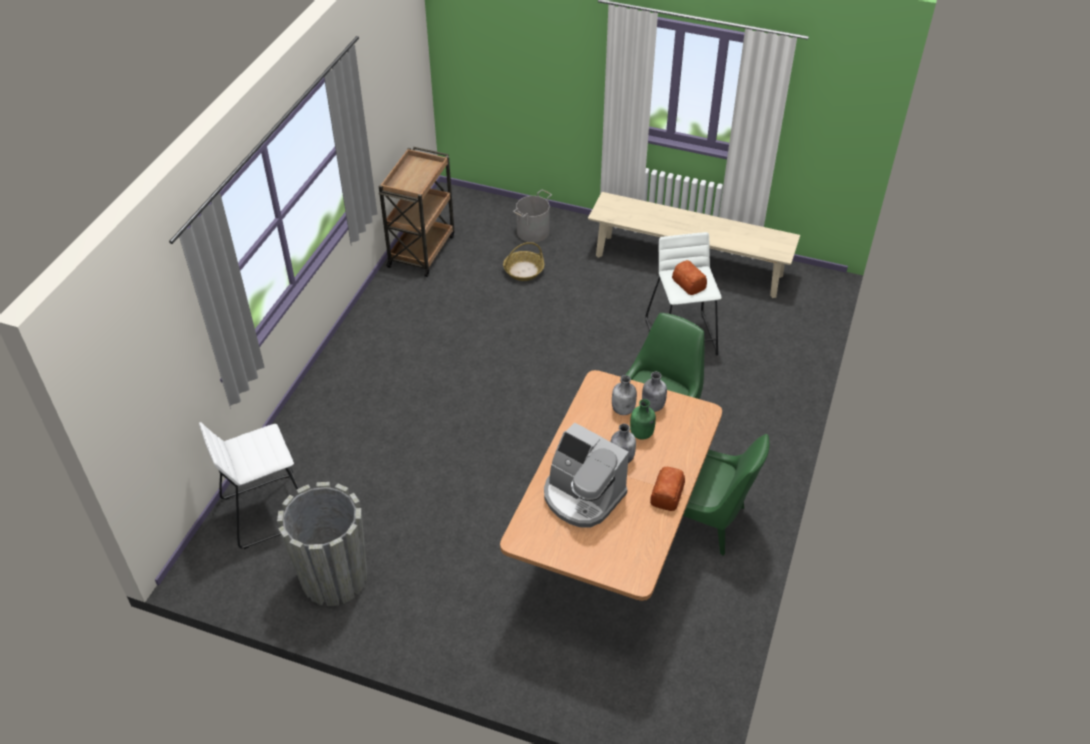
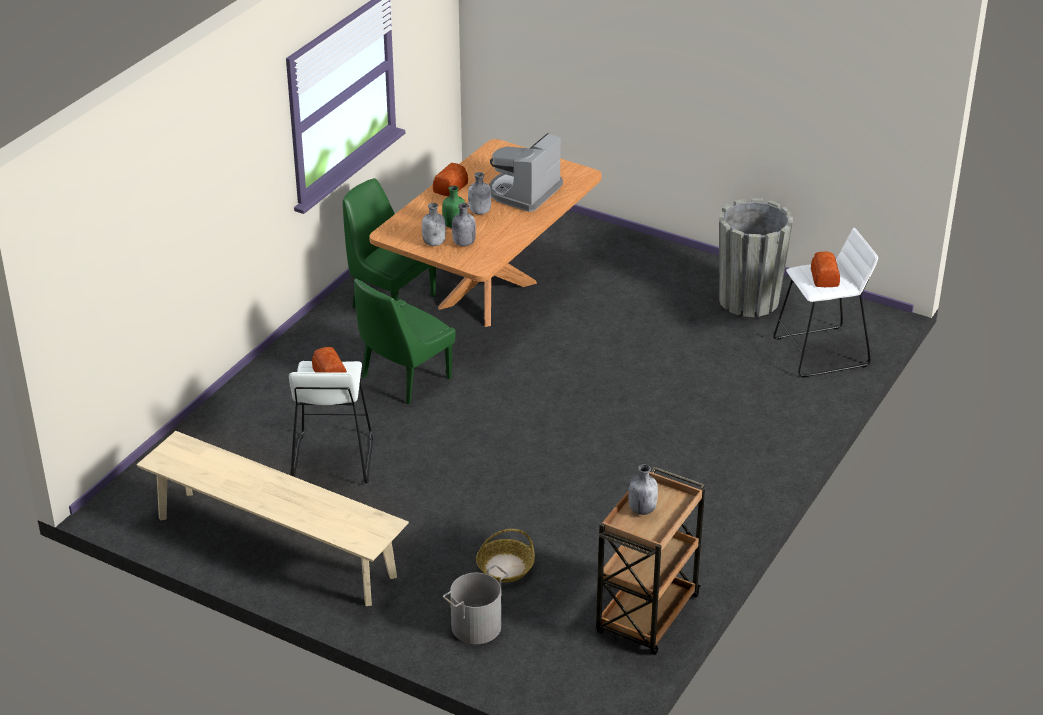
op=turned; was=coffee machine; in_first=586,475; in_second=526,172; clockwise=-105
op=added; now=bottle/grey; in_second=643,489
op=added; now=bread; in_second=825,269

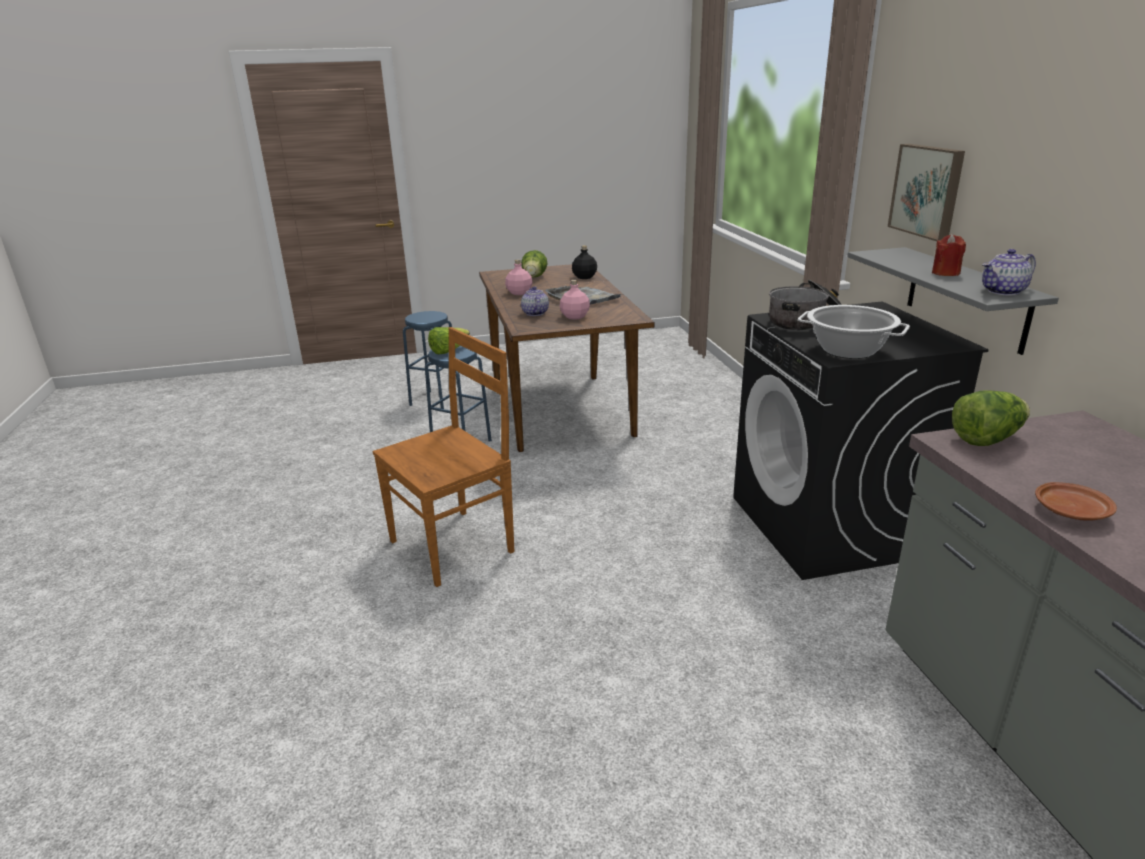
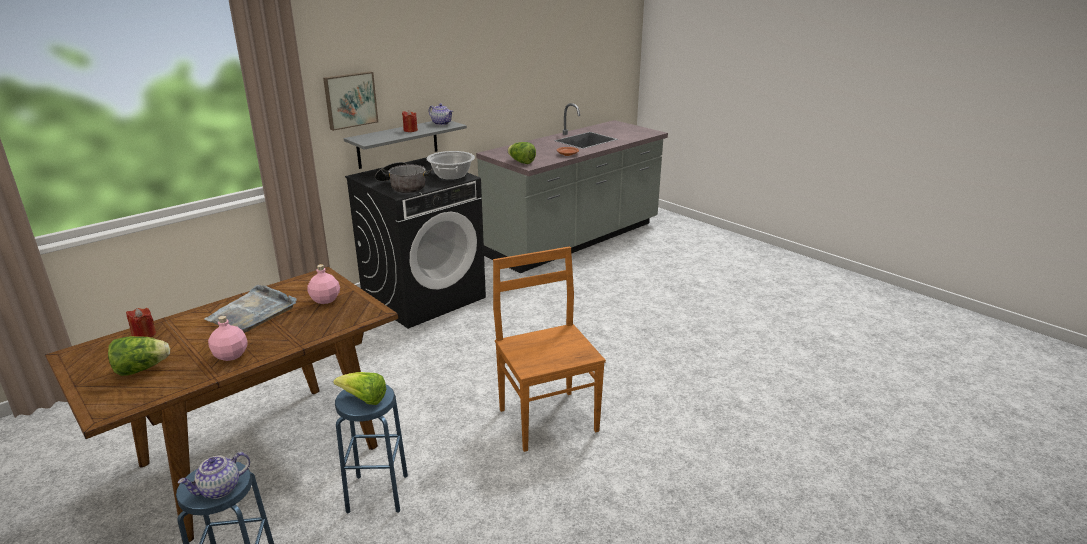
op=replaced; was=bottle/black; now=candle/red; in_first=584,262; in_second=141,323
op=moved; was=teapot; in_first=535,301; in_second=214,475
op=turned; was=chair/brown; in_first=444,457; in_second=549,349; clockwise=45

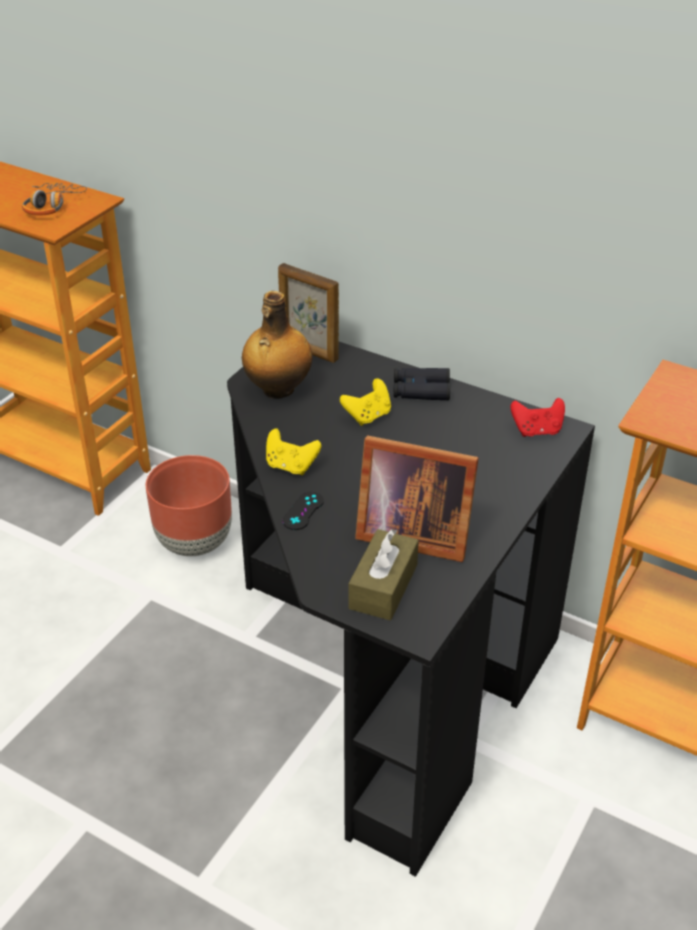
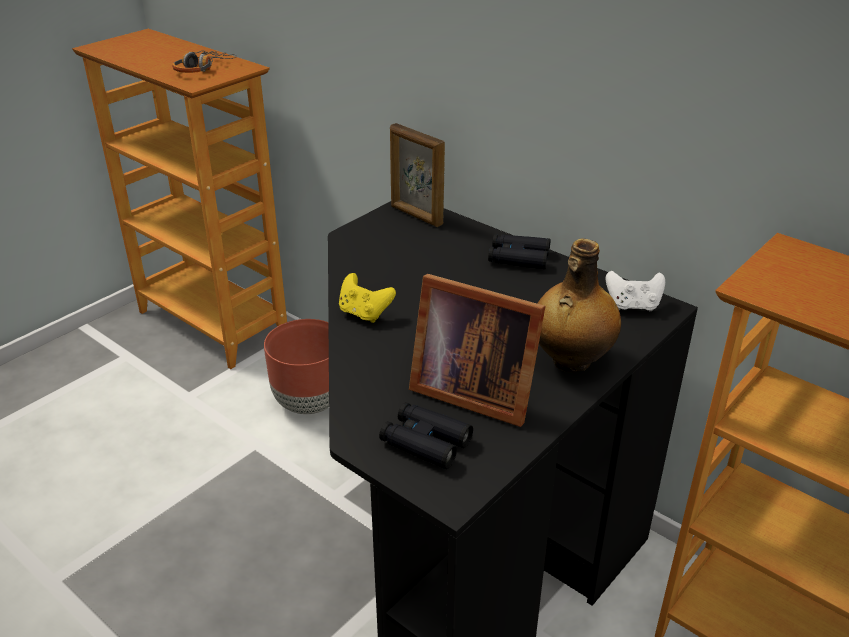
op=replaced; was=tissue box/brown; now=binoculars/black; in_first=384,574; in_second=426,435
op=moved; was=bottle; in_first=277,345; in_second=579,305
op=recoloured; was=game controller/red; now=game controller/white; in_first=537,417; in_second=635,291
op=removed; was=game controller/black; in_first=303,511
op=removed; was=game controller/yellow; in_first=365,402

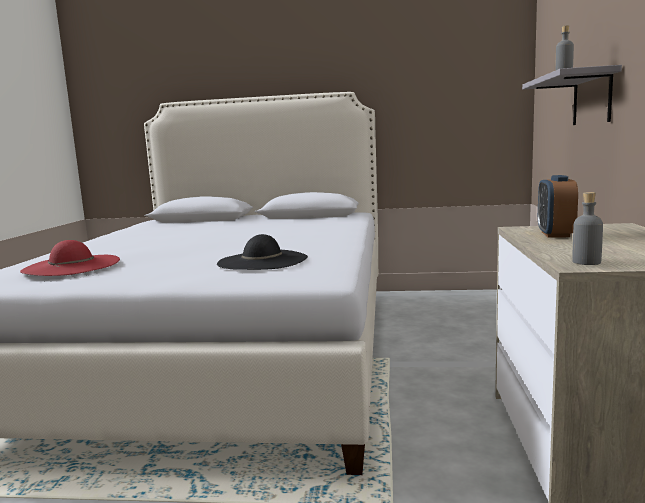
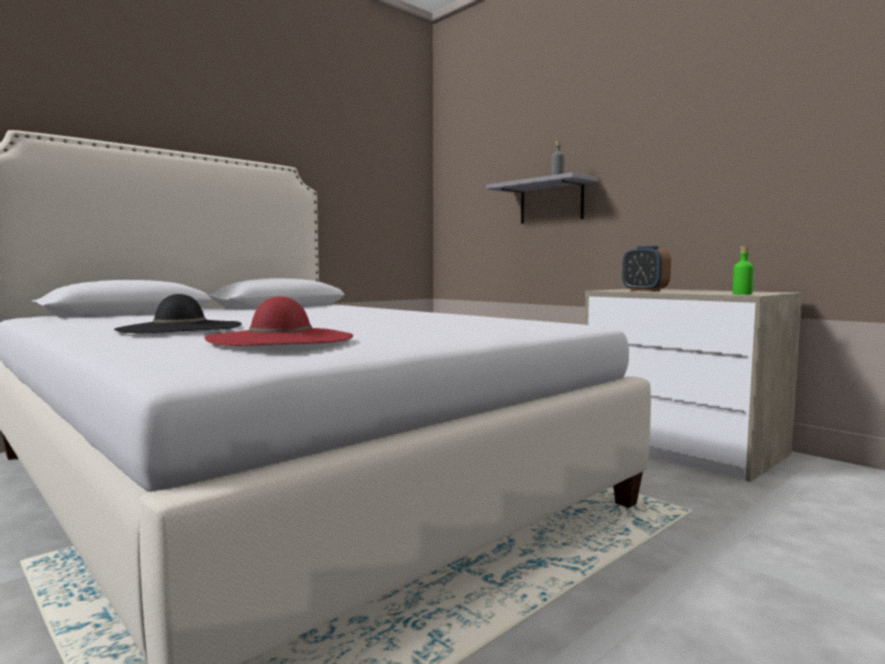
op=moved; was=hat/black; in_first=262,252; in_second=178,313
op=recoloured; was=bottle/grey; now=bottle/green; in_first=587,228; in_second=743,270

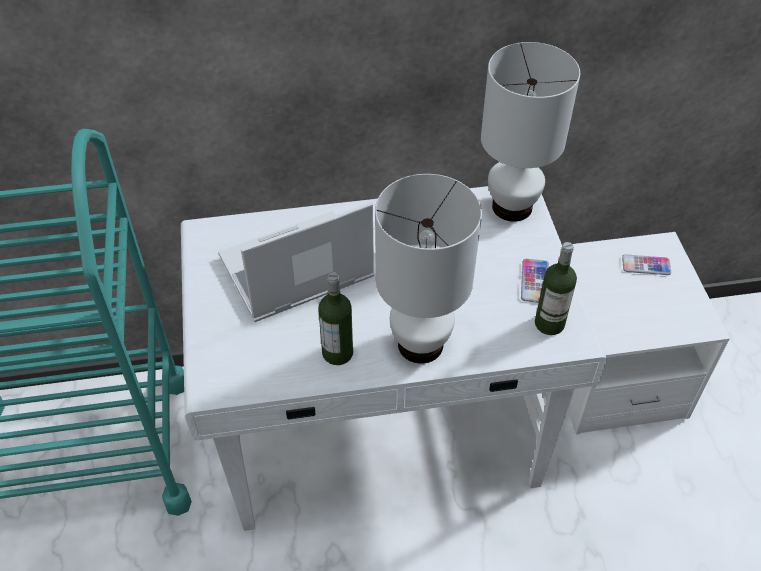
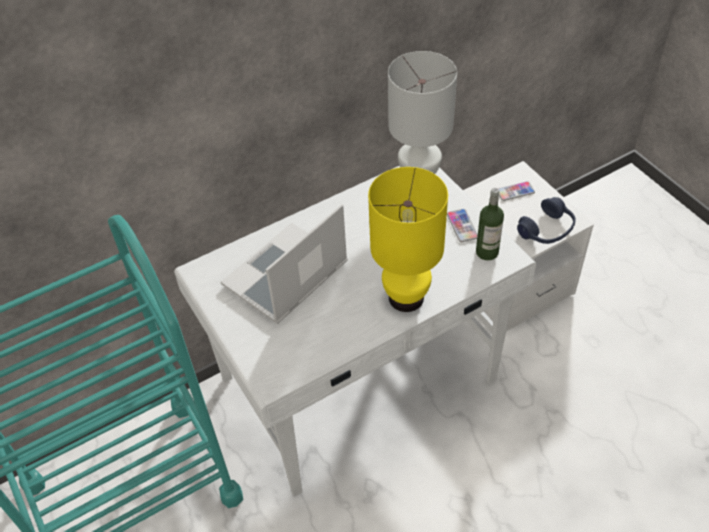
op=recoloured; was=table lamp/white; now=table lamp/yellow; in_first=428,269; in_second=408,239
op=added; now=headphones/blue; in_second=546,220
op=removed; was=bottle; in_first=335,318

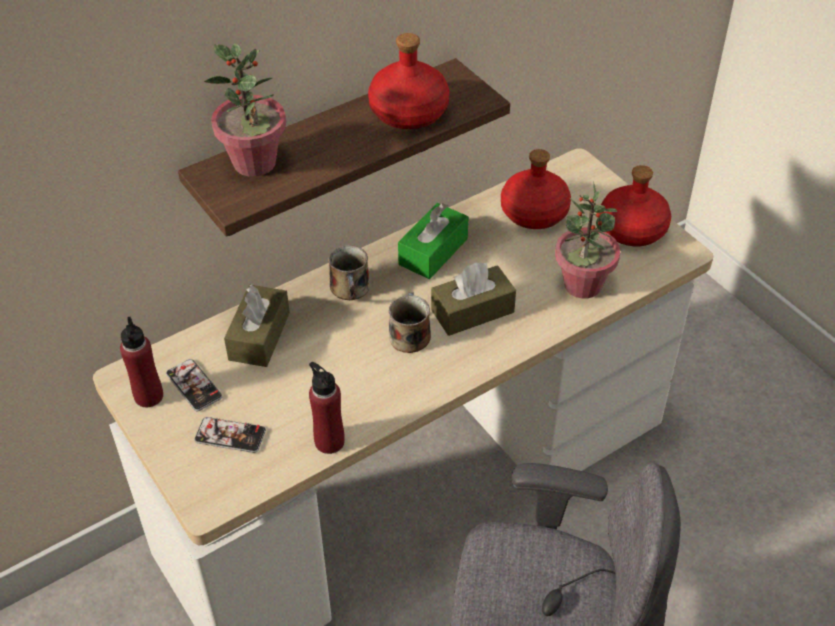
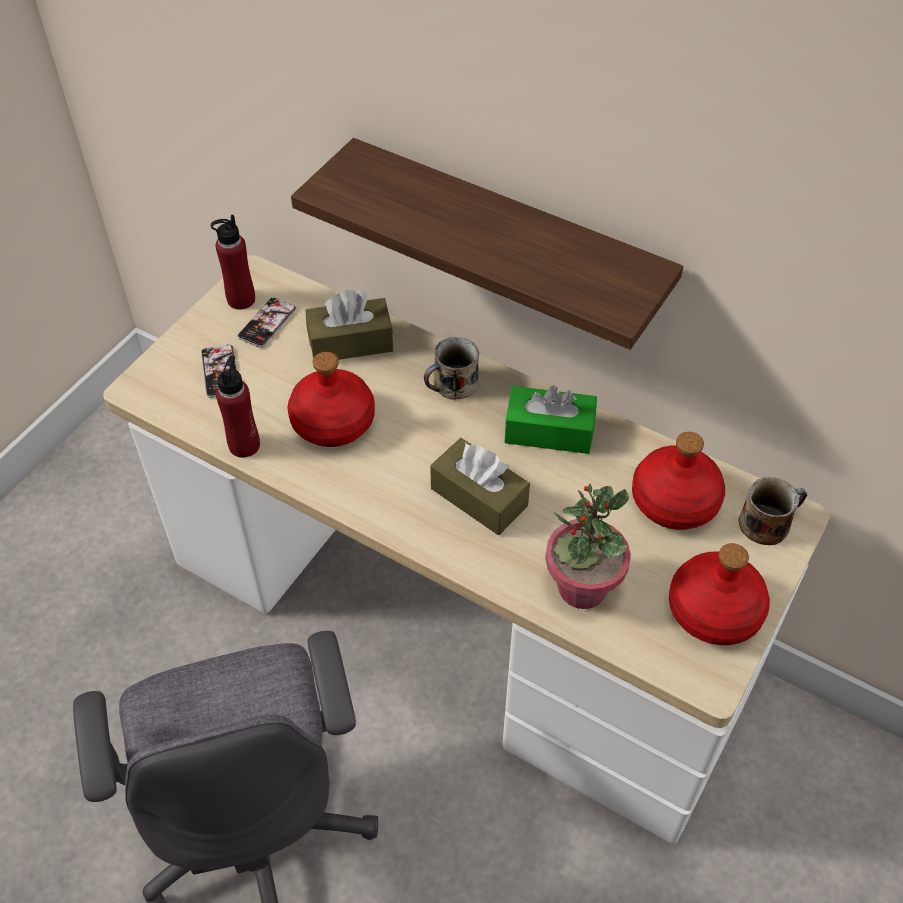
op=moved; was=bottle/red; in_first=408,81; in_second=331,399
op=moved; was=mug; in_first=410,322; in_second=773,511
op=removed; was=potted plant; in_first=245,110

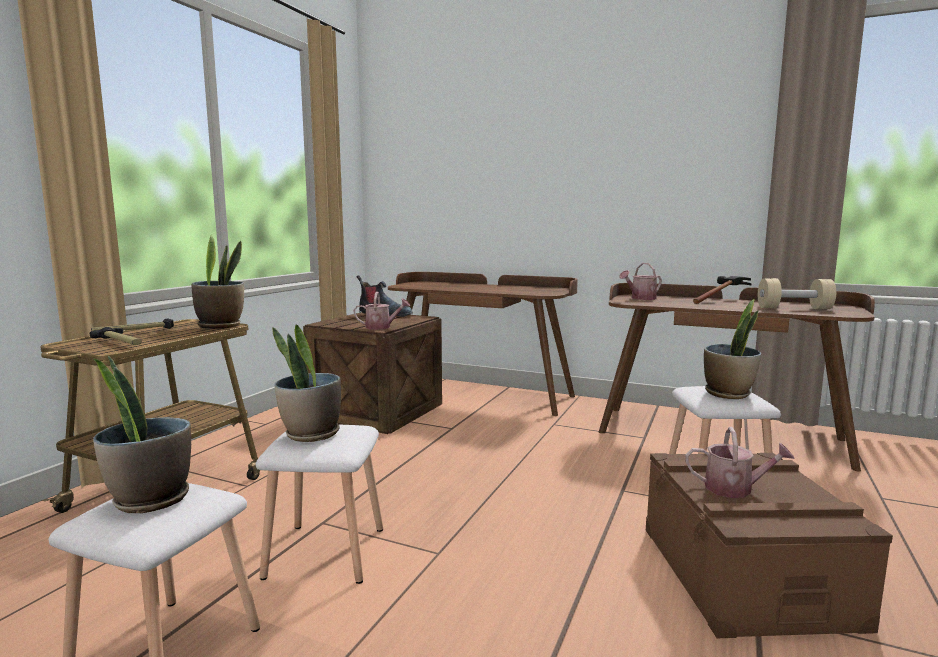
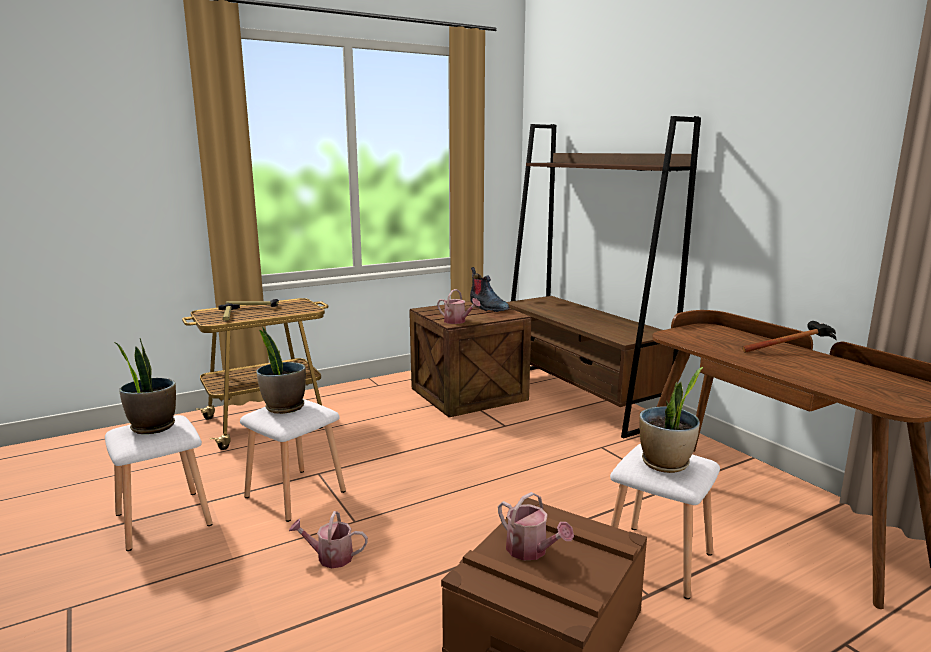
op=moved; was=watering can; in_first=640,281; in_second=328,540
op=replaced; was=desk/brown; now=bookcase/brown; in_first=483,344; in_second=604,277
op=removed; was=potted plant; in_first=217,282
op=removed; was=dumbbell/beige; in_first=797,293

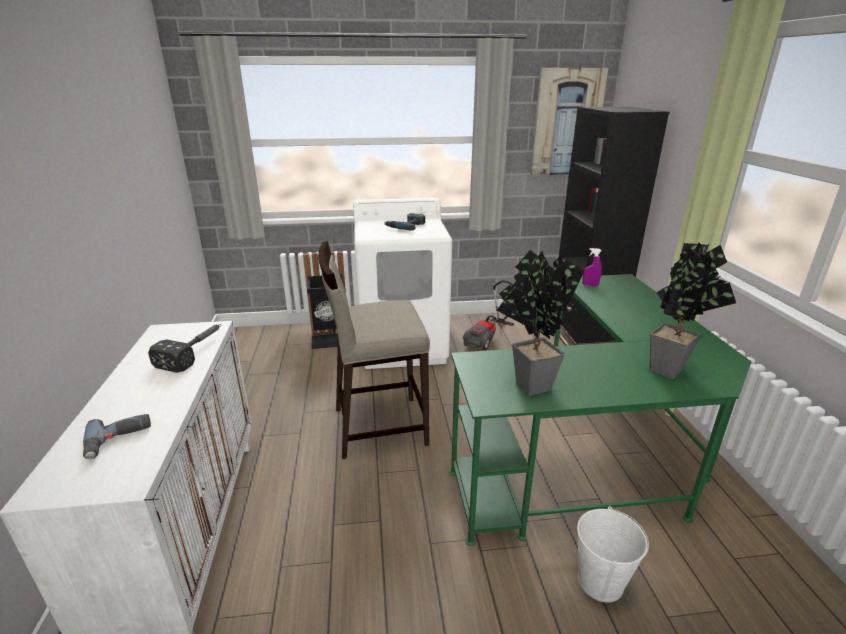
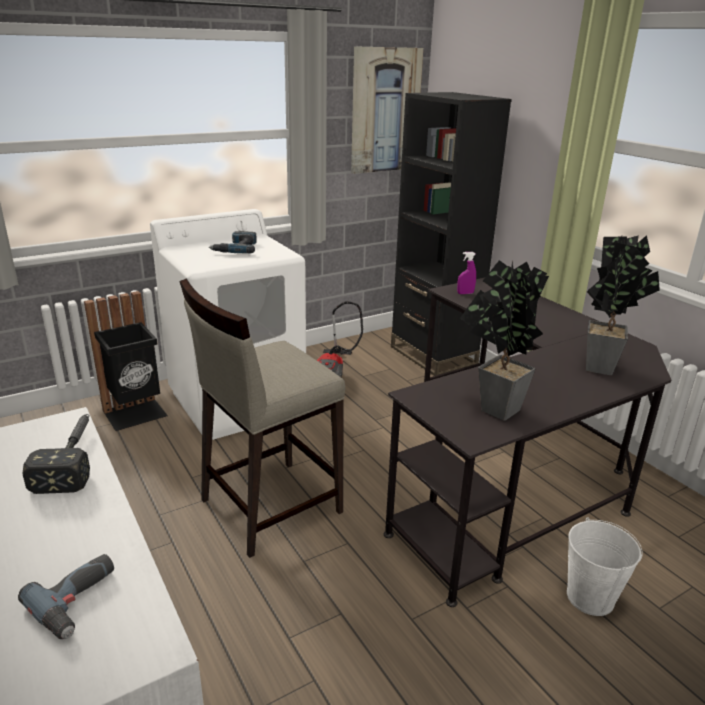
op=recoloured; was=desk/green; now=desk/black; in_first=600,410; in_second=527,442

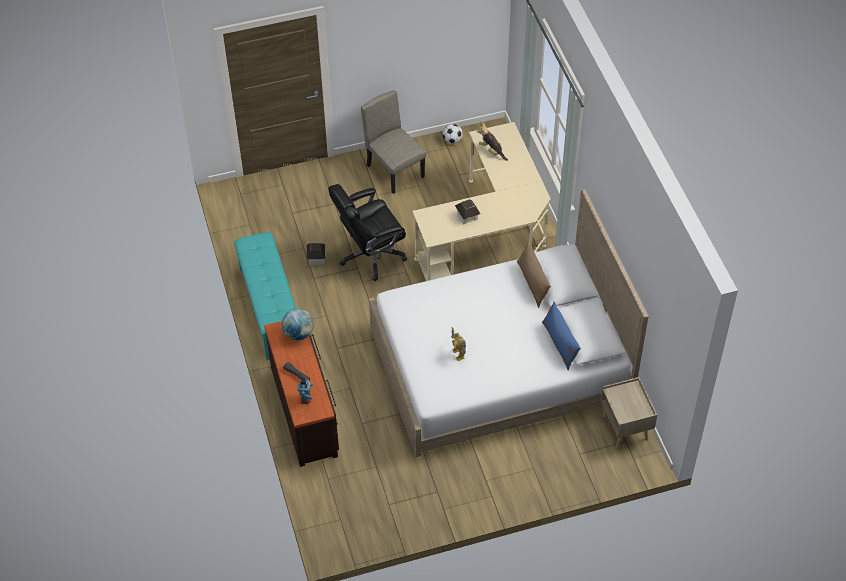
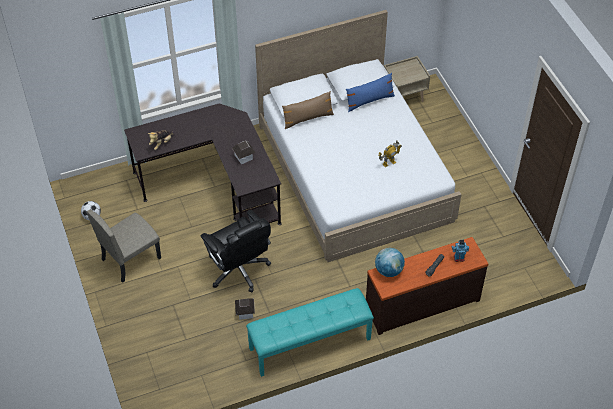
op=recoloured; was=desk/beige; now=desk/black; in_first=481,201; in_second=203,164

